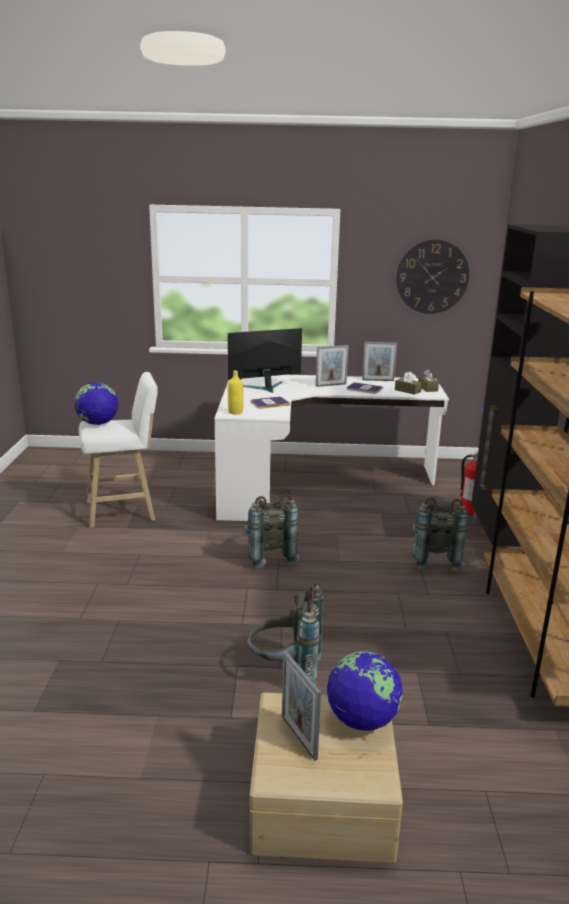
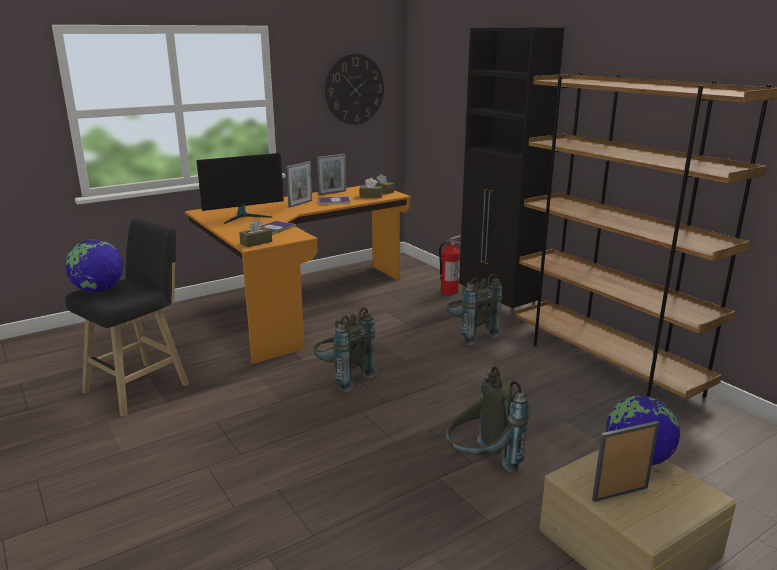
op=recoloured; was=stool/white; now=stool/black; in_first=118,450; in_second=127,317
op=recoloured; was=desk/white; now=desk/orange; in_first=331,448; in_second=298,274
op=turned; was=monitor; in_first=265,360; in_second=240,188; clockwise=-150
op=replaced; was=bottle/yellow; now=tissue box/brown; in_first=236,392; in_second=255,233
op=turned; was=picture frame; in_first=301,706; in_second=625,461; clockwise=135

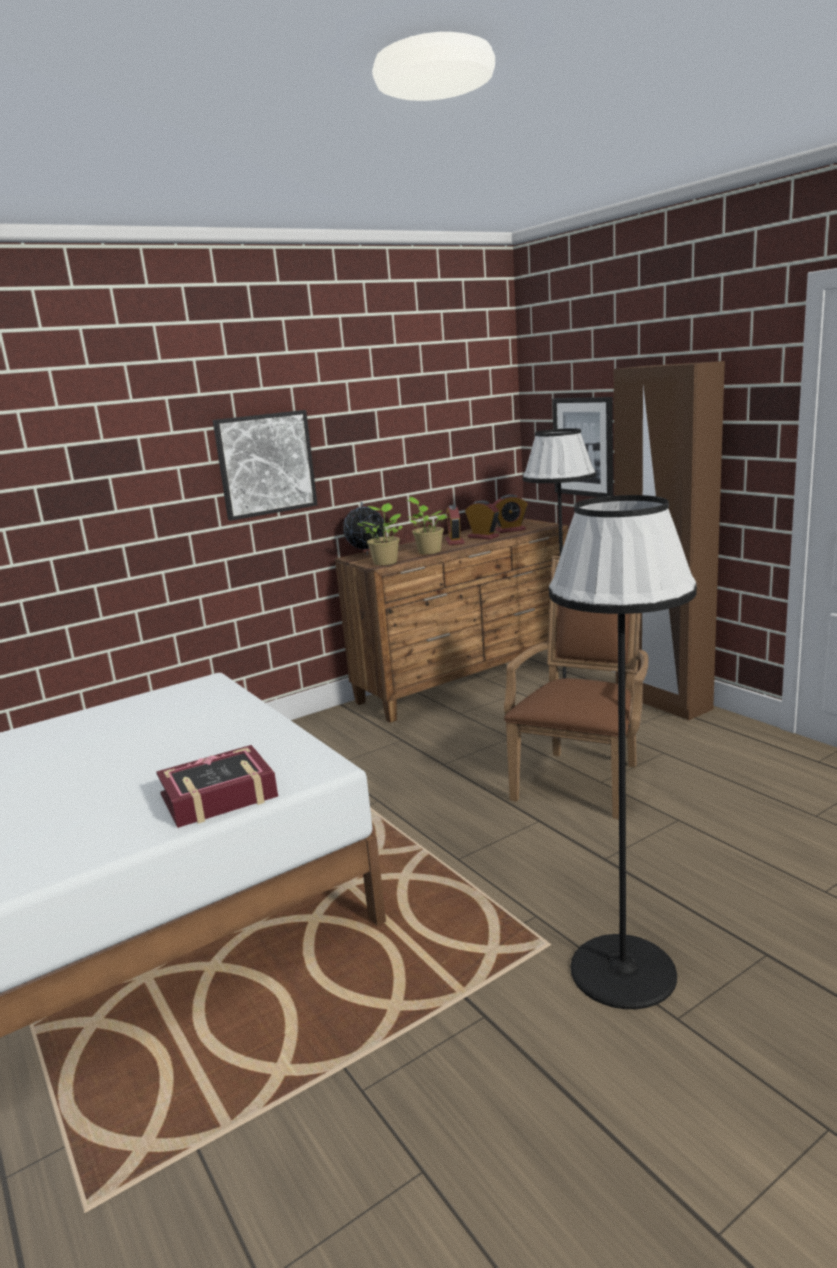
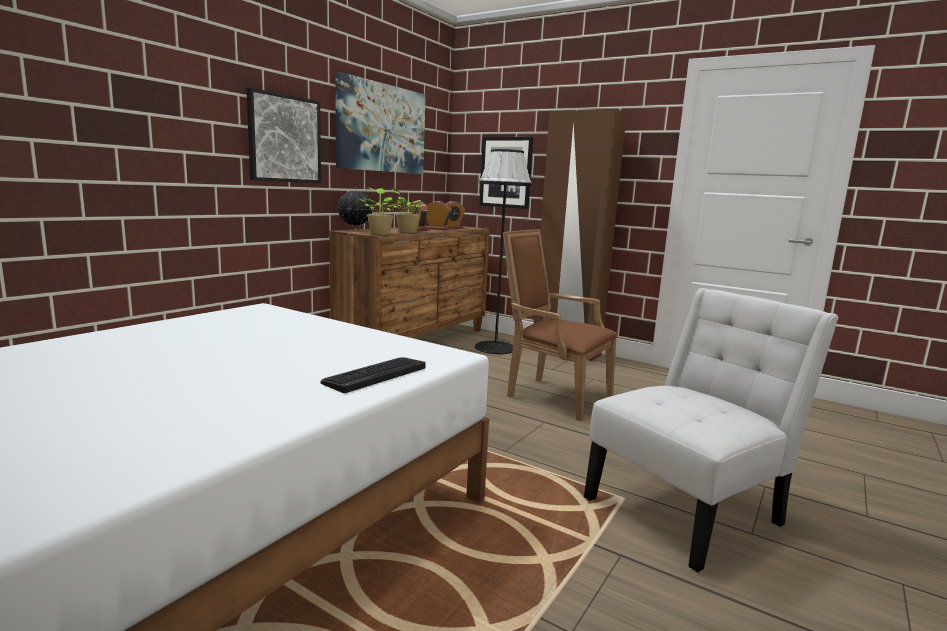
op=replaced; was=book; now=keyboard; in_first=217,786; in_second=373,375
op=added; now=picture; in_second=380,123
op=turned; was=armchair/brown; in_first=576,687; in_second=560,325; clockwise=-60
op=replaced; was=floor lamp/black; now=chair/white; in_first=623,752; in_second=711,430

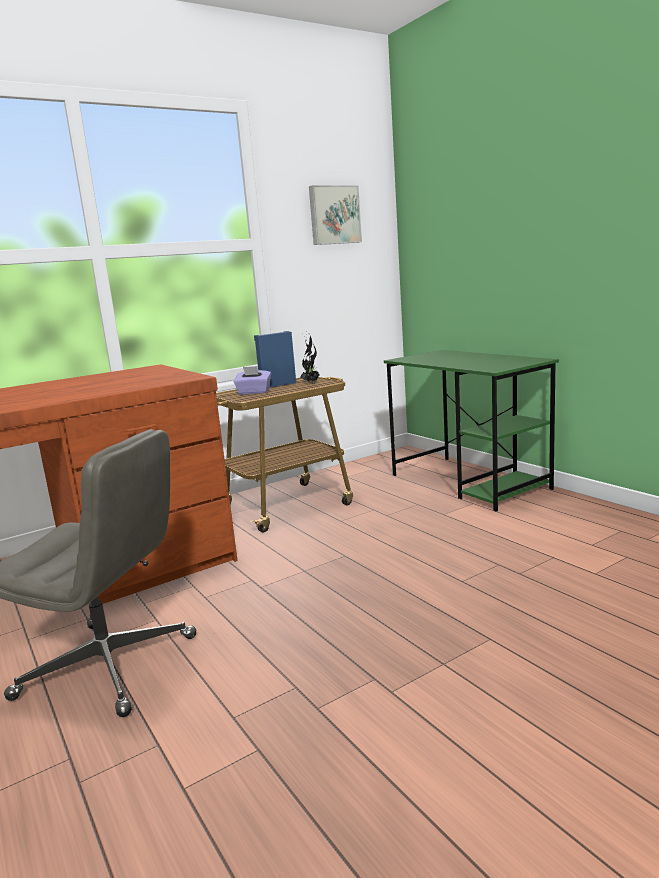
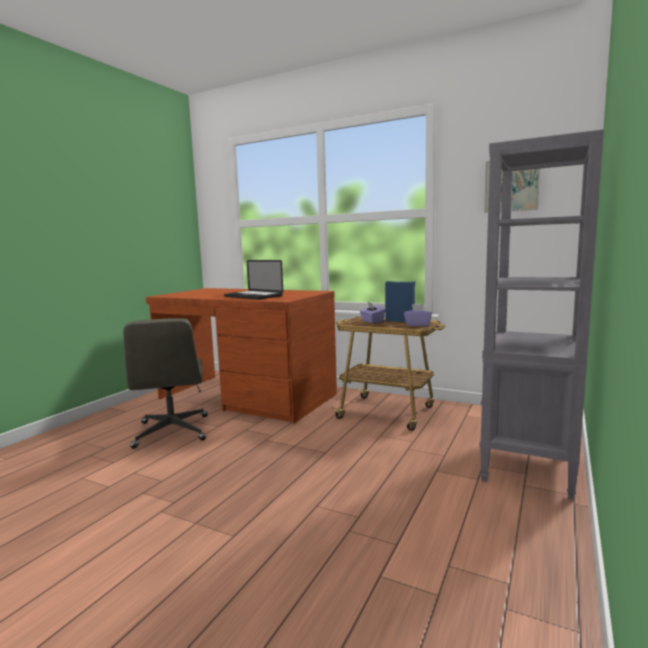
op=added; now=laptop; in_second=253,280
op=replaced; was=potted plant; now=tissue box/purple; in_first=310,359; in_second=418,315
op=replaced; was=desk/green; now=bookcase/grey; in_first=471,431; in_second=541,314

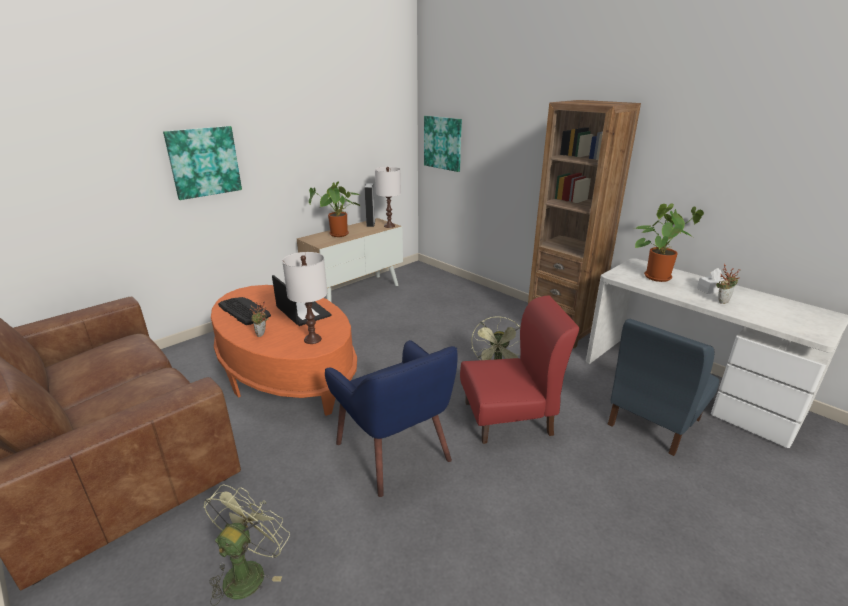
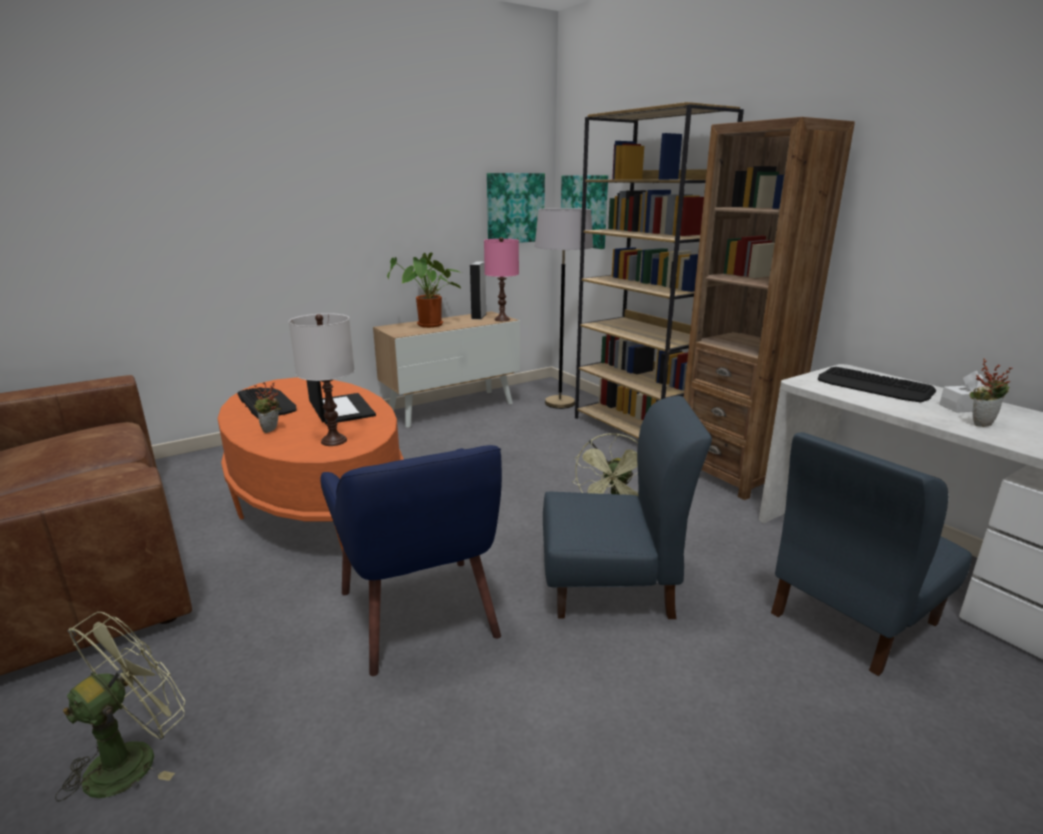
op=recoloured; was=table lamp/white; now=table lamp/pink; in_first=388,197; in_second=501,279
op=moved; was=picture; in_first=202,163; in_second=516,208
op=added; now=floor lamp/grey; in_second=563,308
op=recoloured; was=chair/red; now=chair/blue; in_first=519,370; in_second=627,507
op=added; now=bookcase/brown; in_second=659,270
op=replaced; was=potted plant; now=keyboard; in_first=669,242; in_second=877,385

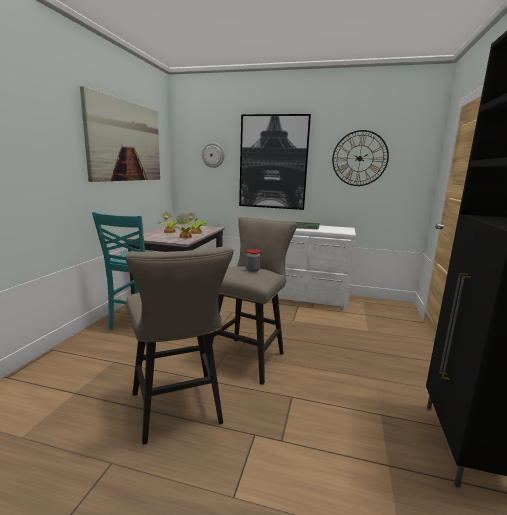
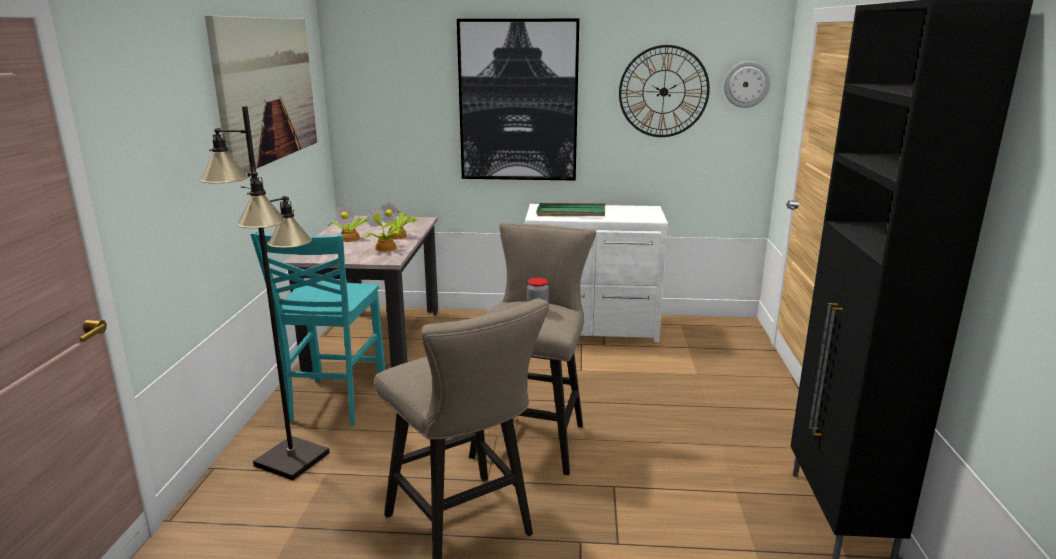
op=added; now=floor lamp/black; in_second=264,293
op=moved; was=wall clock; in_first=213,155; in_second=747,84

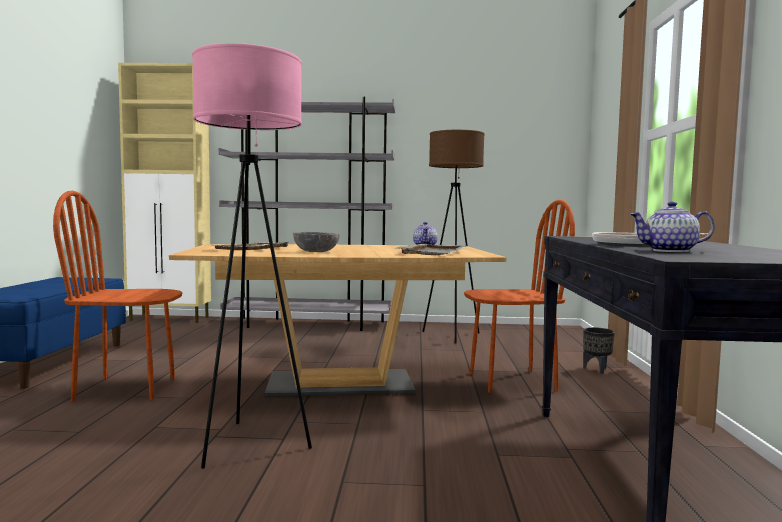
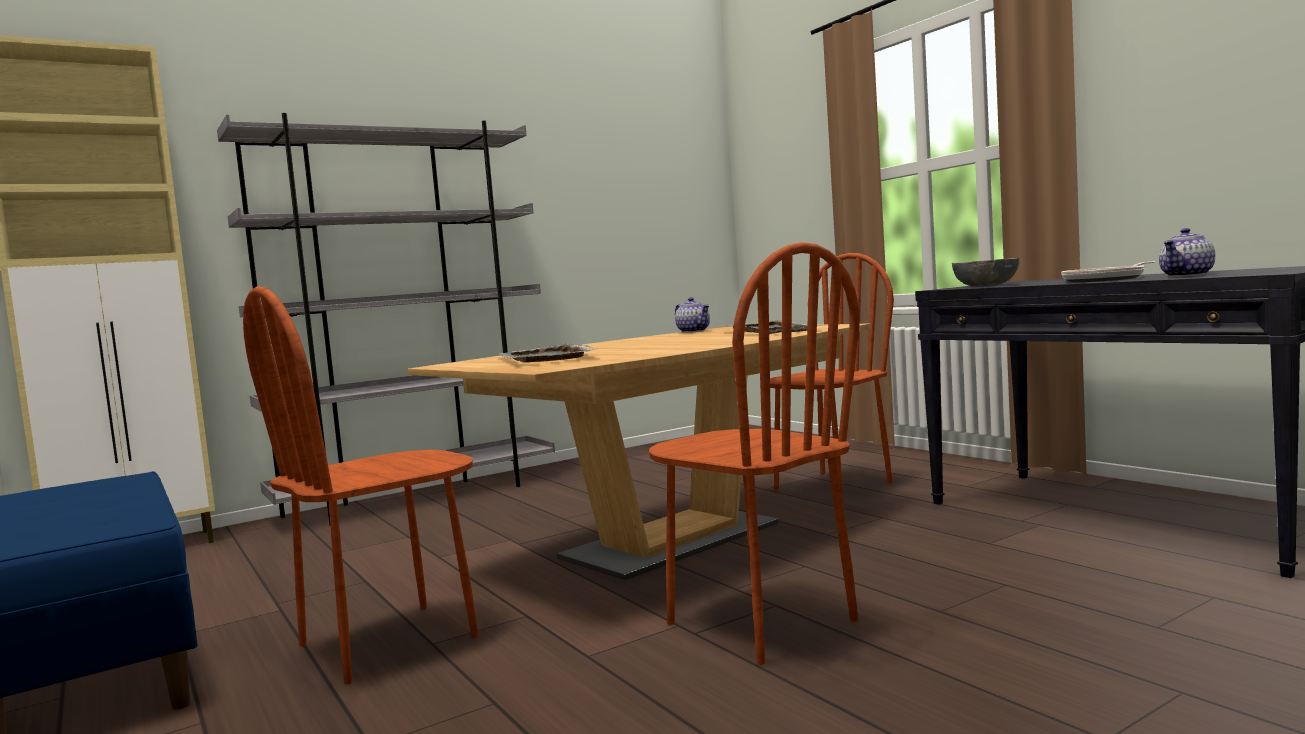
op=replaced; was=floor lamp/pink; now=chair/brown; in_first=252,256; in_second=754,453
op=moved; was=bowl/grey; in_first=316,242; in_second=985,272
op=removed; was=floor lamp/brown; in_first=453,237
op=removed; was=planter/black; in_first=599,350

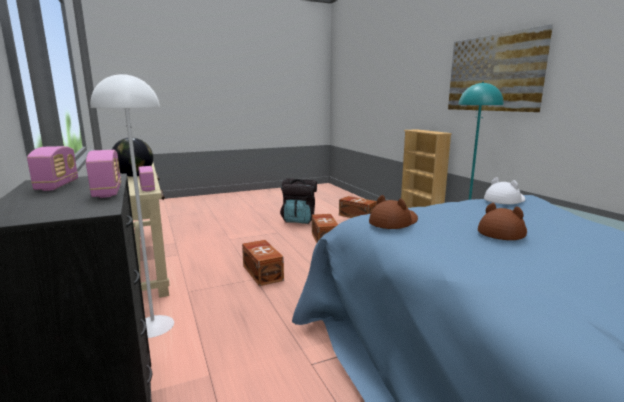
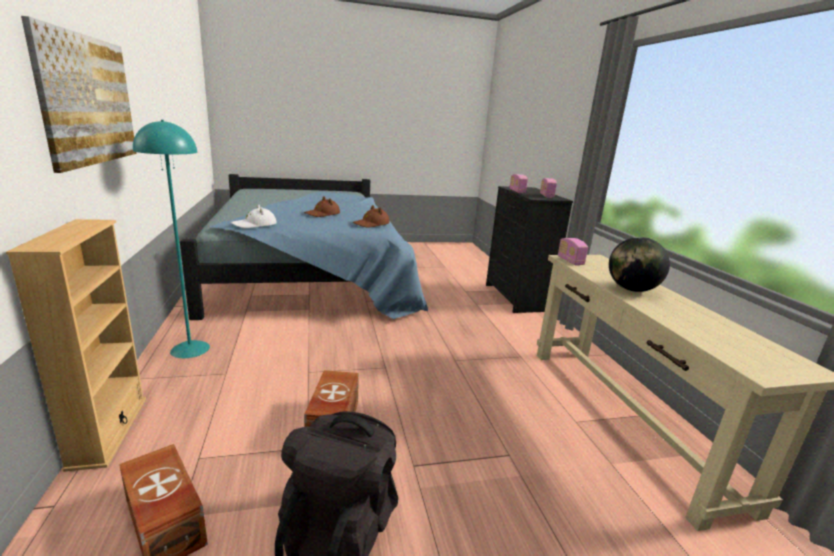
op=removed; was=floor lamp/white; in_first=132,205
op=removed; was=storage box/brown; in_first=263,263

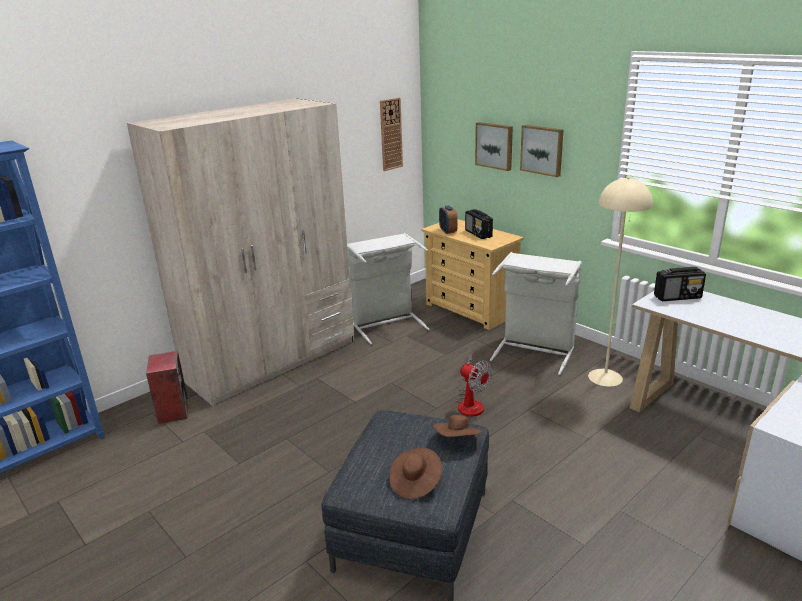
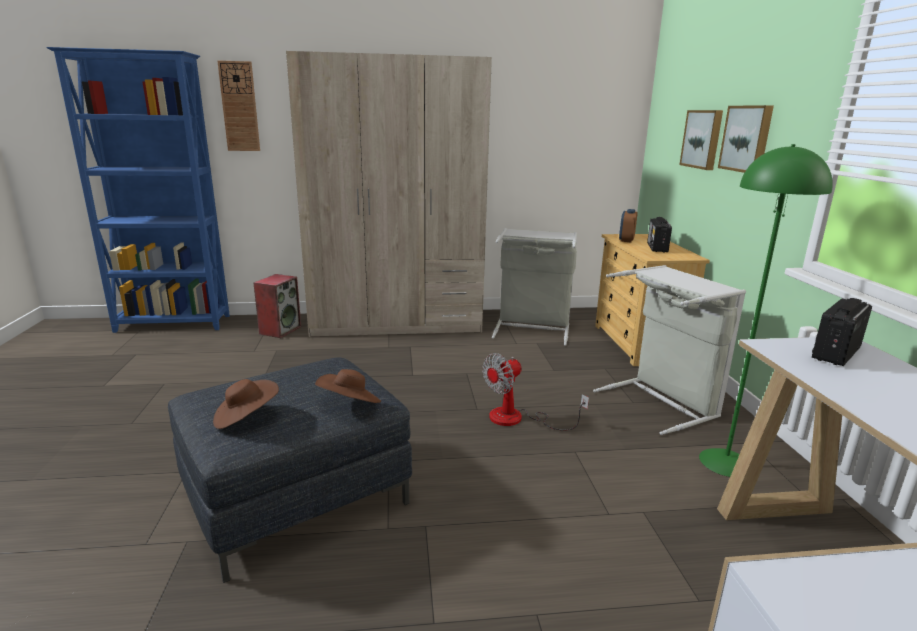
op=moved; was=wall clock; in_first=391,134; in_second=238,105
op=turned; was=fan; in_first=474,385; in_second=535,392; clockwise=60
op=recoloured; was=floor lamp/beige; now=floor lamp/green; in_first=620,282; in_second=766,310
op=turned; was=radio; in_first=680,284; in_second=842,332; clockwise=105

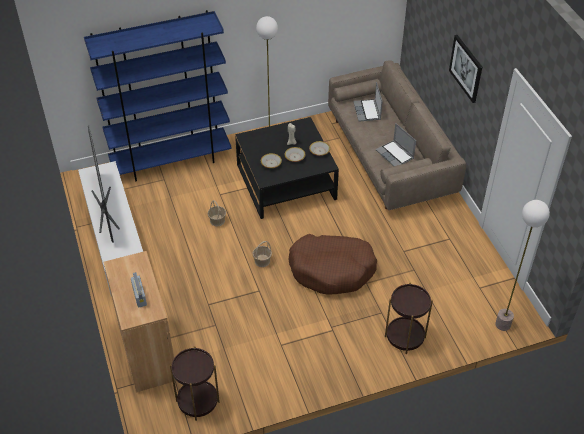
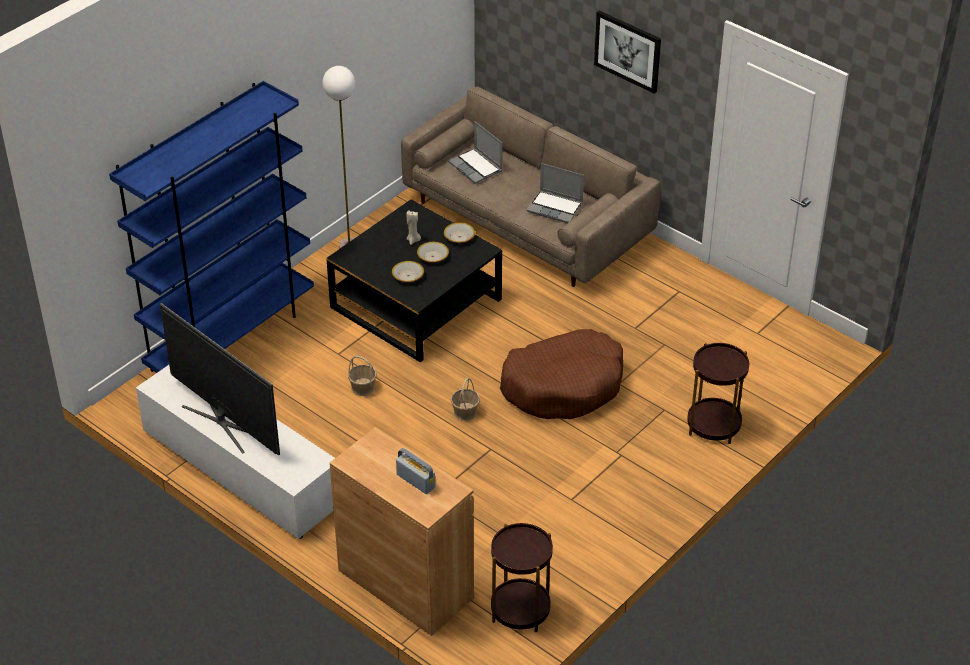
op=removed; was=floor lamp; in_first=522,265

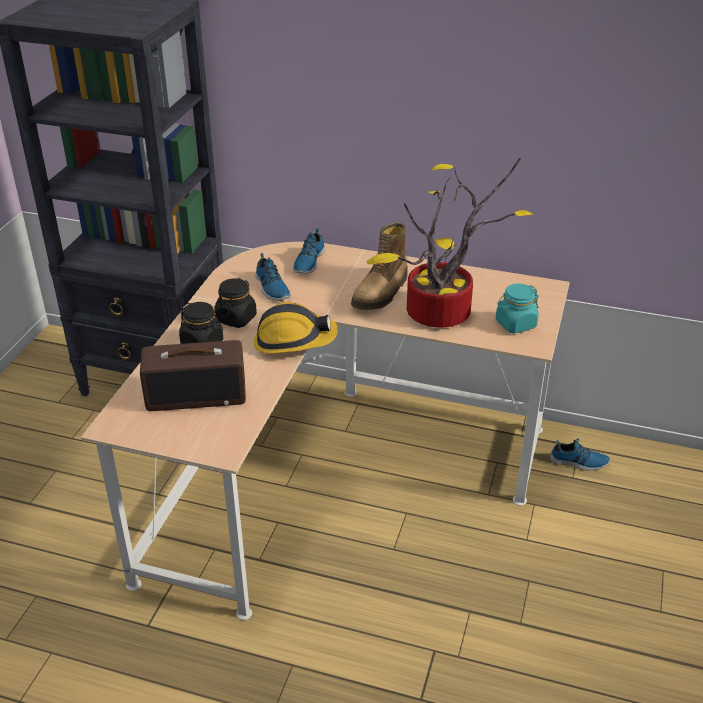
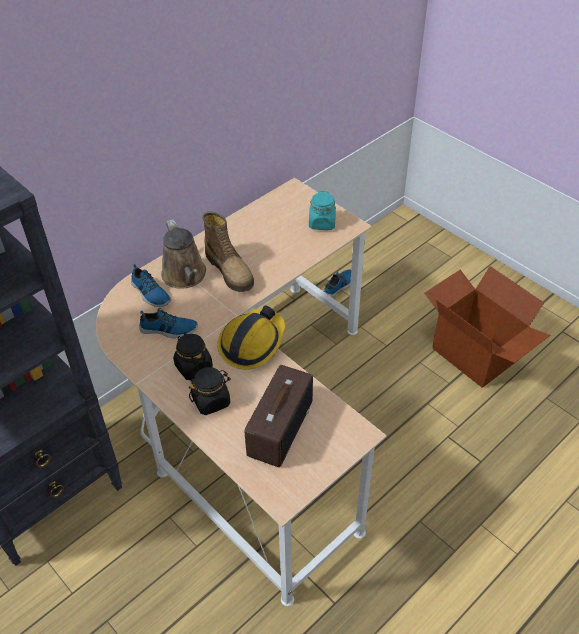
op=added; now=watering can/brown; in_second=183,254
op=added; now=cardboard box; in_second=488,326
op=removed; was=potted plant; in_first=450,243

